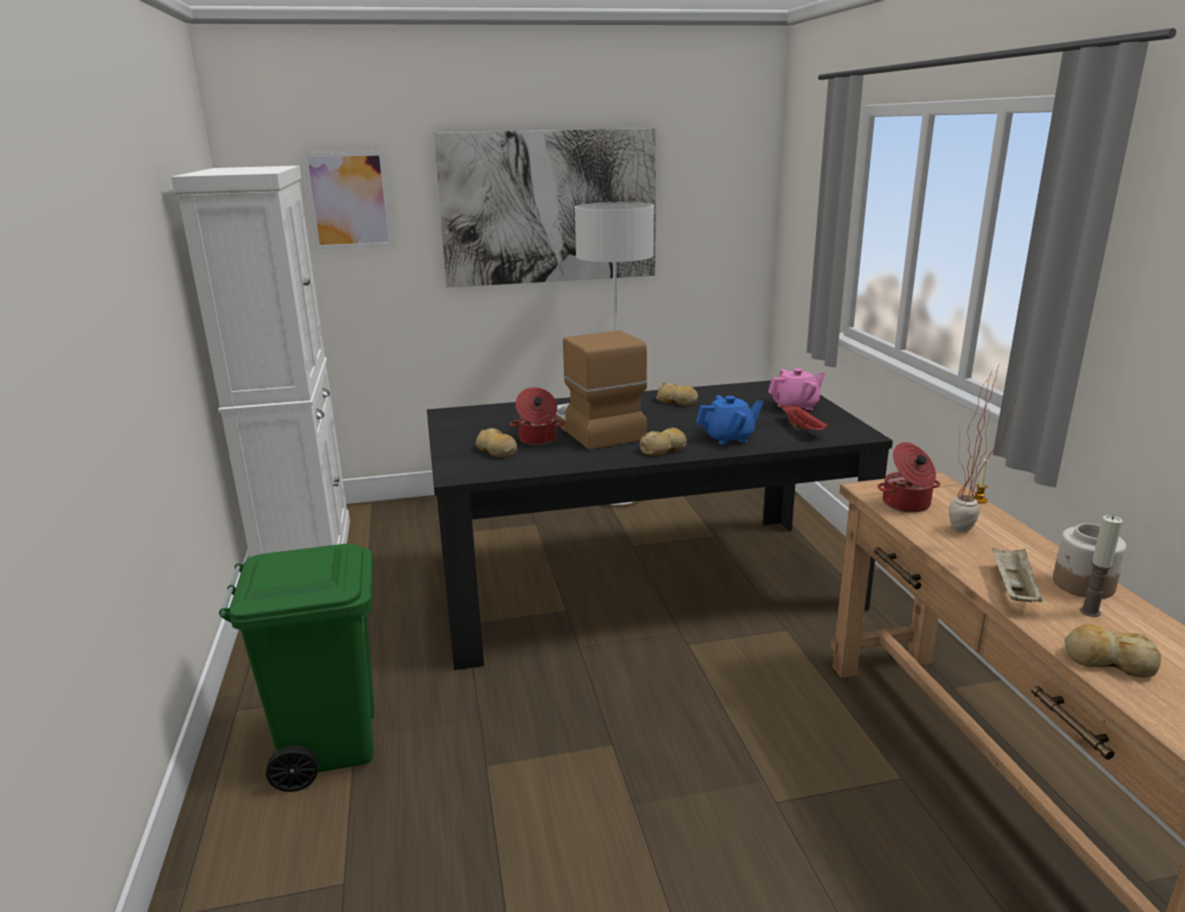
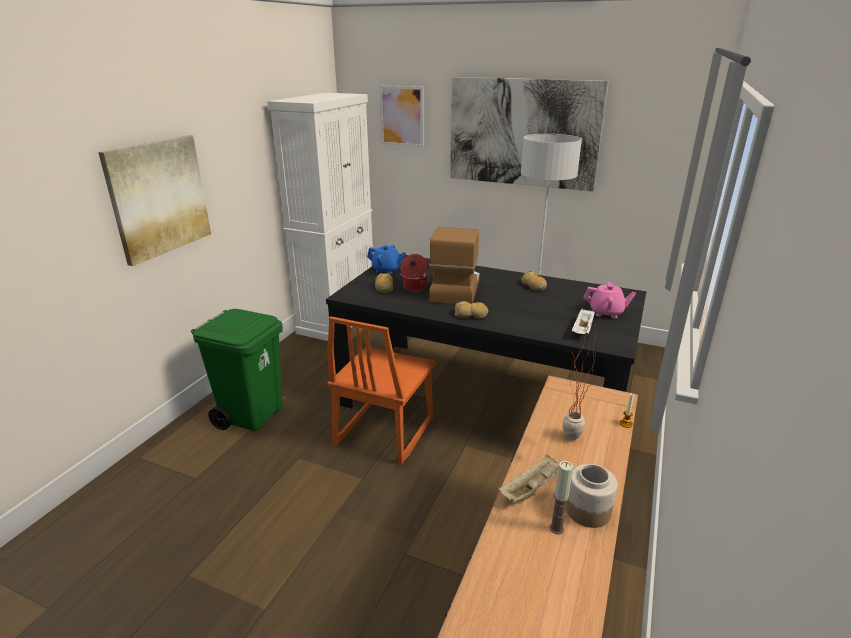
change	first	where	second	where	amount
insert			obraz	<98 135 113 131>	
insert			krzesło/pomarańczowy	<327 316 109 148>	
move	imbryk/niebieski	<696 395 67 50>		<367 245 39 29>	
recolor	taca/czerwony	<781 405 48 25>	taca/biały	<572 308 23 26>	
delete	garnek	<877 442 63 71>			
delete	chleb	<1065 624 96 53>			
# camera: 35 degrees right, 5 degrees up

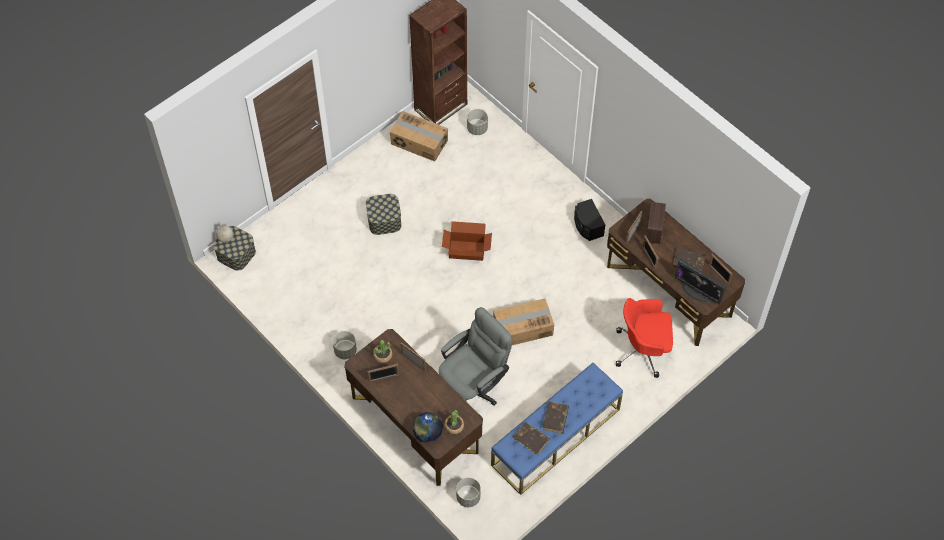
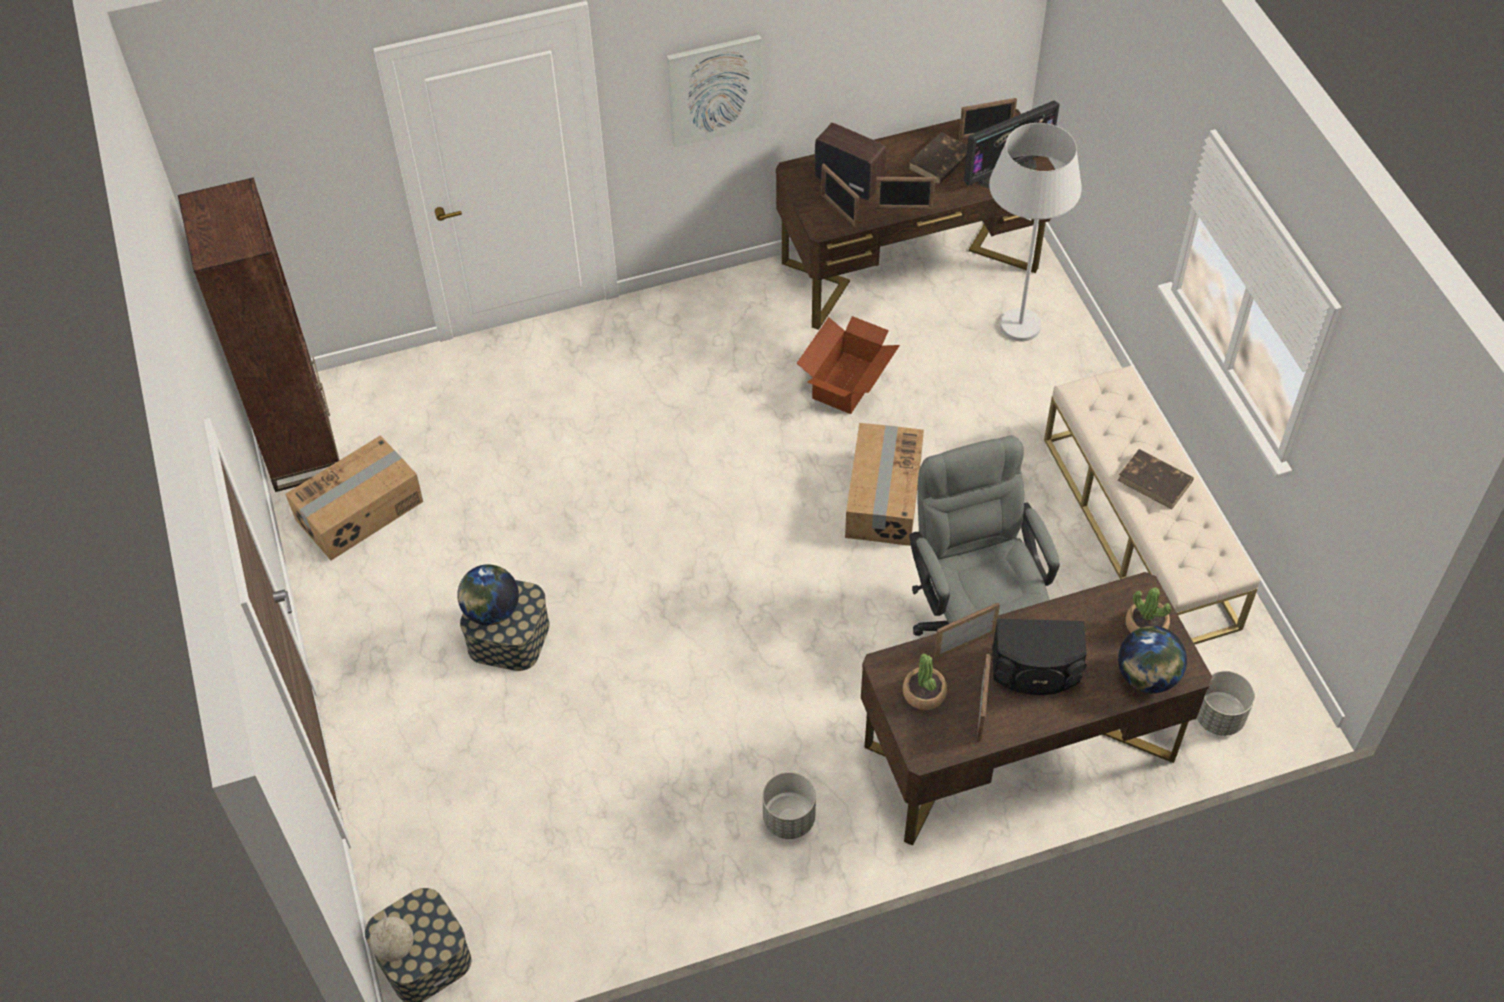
change	first	where	second	where	amount
insert			globus	<457 565 62 60>	
insert			obraz	<667 35 96 112>	
move	karton	<442 221 50 40>		<797 316 103 98>	
replace	krzesło biurowe/czerwony	<616 298 57 80>	lampa stojąca/biały	<989 123 93 219>	
move	głośnik/czarny	<574 199 31 42>		<992 618 95 77>	
recolor	ławka/niebieski	<491 363 132 132>	ławka/beżowy	<1044 365 216 280>	
delete	donica/szary	<467 109 21 26>			
delete	książka/brązowy	<513 422 37 33>			
# camera: 65 degrees left, 5 degrees down

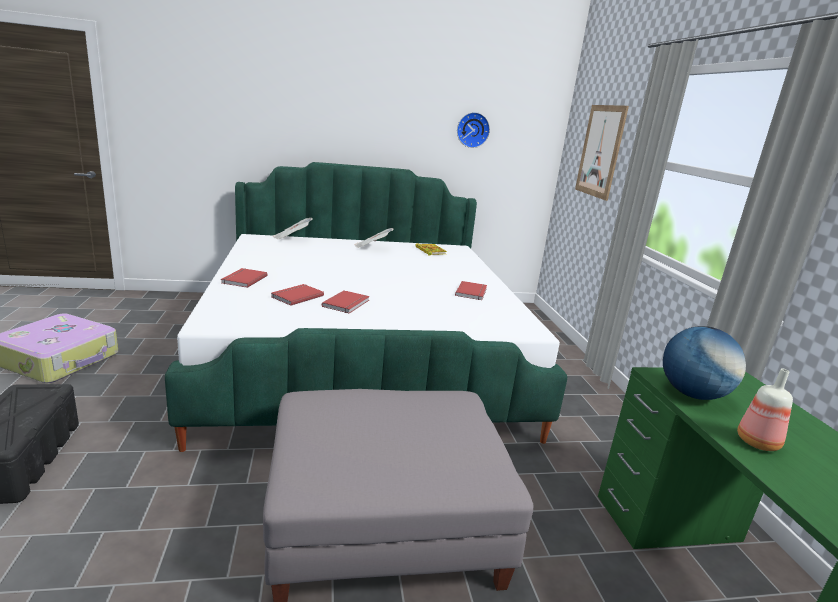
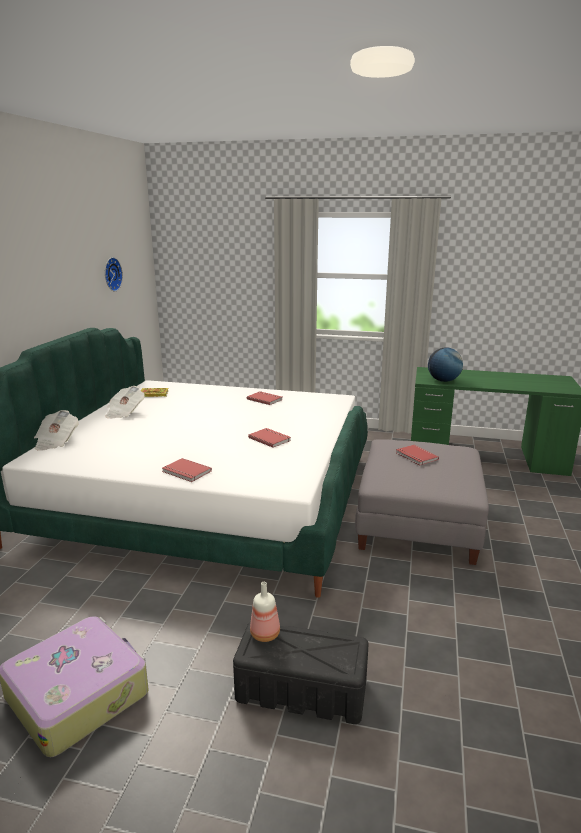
change	first	where	second	where	amount
move	butelka	<737 368 56 83>		<250 582 30 60>	
move	książka/czerwony	<271 284 53 22>		<396 445 43 20>	
delete	obraz	<575 105 54 96>			
# camera: 65 degrees left, 0 degrees up

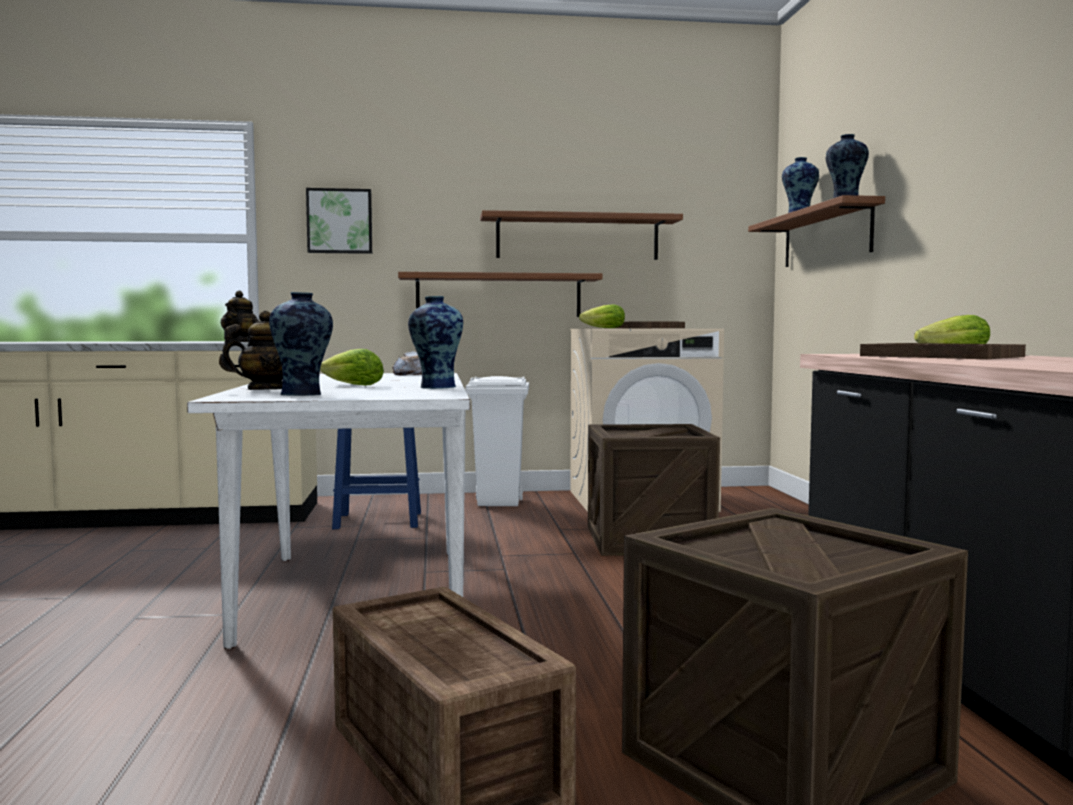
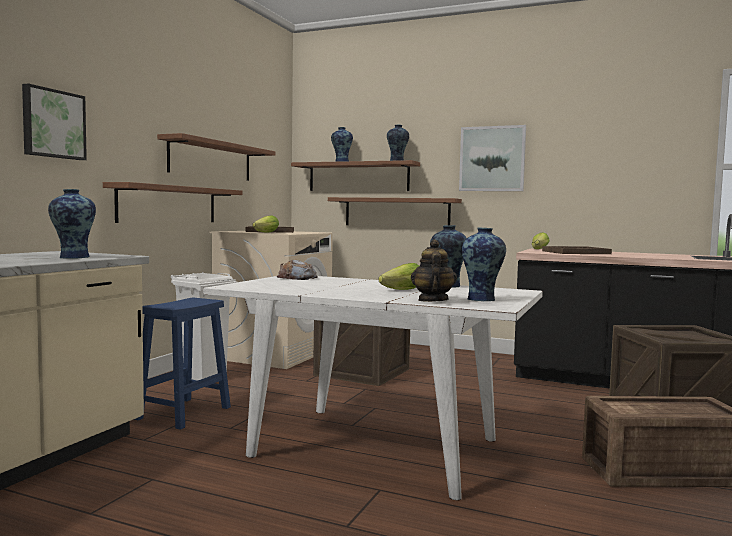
change	first	where	second	where	amount
replace	imbryk	<221 291 38 51>	wazon	<48 189 48 70>	
insert			półka	<328 197 134 28>	
insert			obraz	<459 125 67 66>	
# camera: 60 degrees left, 0 degrees up

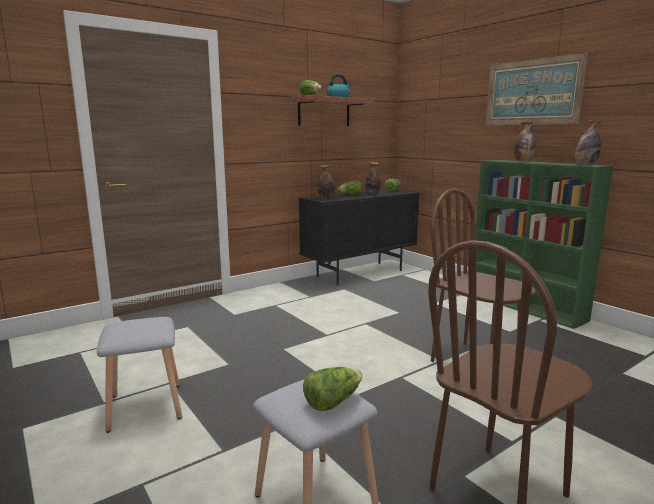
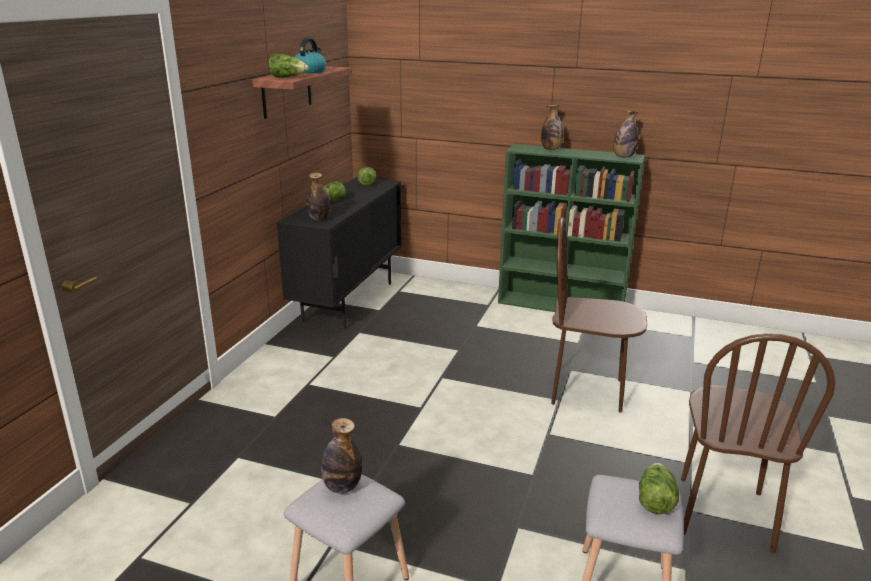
change	first	where	second	where	amount
move	butelka	<365 162 16 32>		<321 418 41 76>	
delete	obraz	<486 53 102 72>			
# camera: 35 degrees left, 10 degrees up

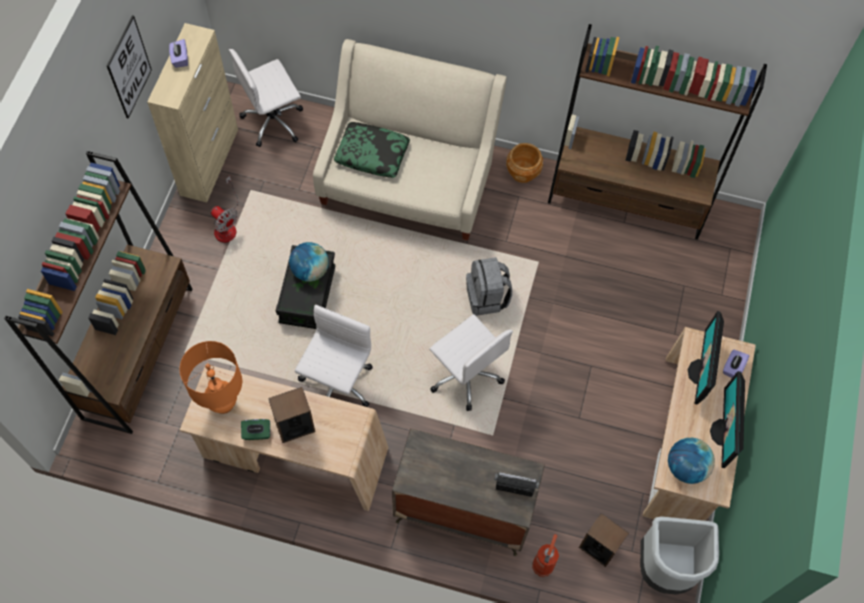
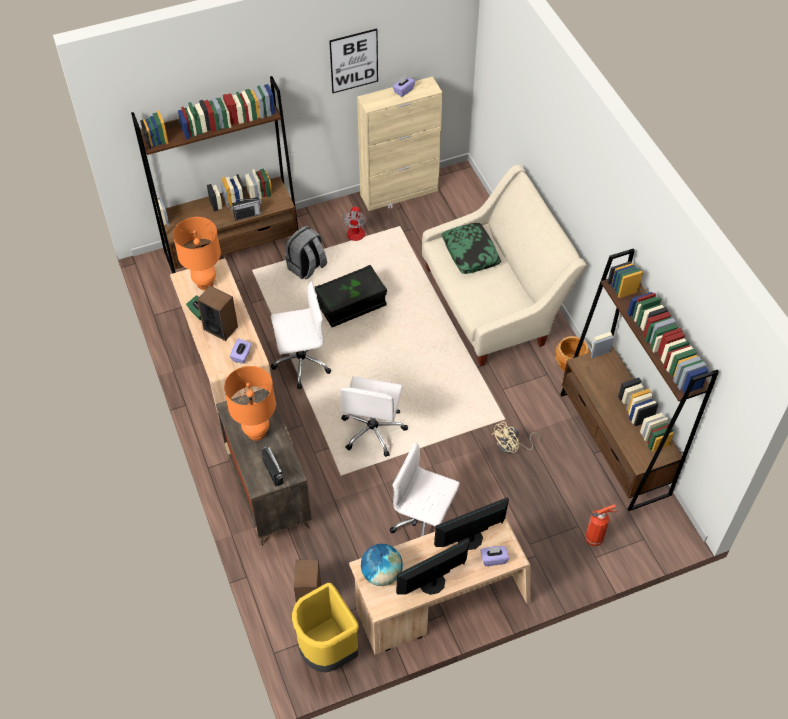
change	first	where	second	where	amount
insert			lampa stołowa/pomarańczowy	<224 366 52 75>	
insert			pudełko chusteczek/fioletowy	<230 338 21 26>	
insert			radio	<231 197 31 24>	
move	plecak/szary	<466 257 46 59>		<285 226 42 53>	
recolor	kosz na śmieci/szary	<640 516 79 79>	kosz na śmieci/żółty	<292 583 67 90>	
move	krzesło biurowe/biały	<229 49 74 98>		<390 442 70 95>	
insert			wentylator/beżowy	<492 422 48 32>	
move	gaśnica	<532 534 27 43>		<585 504 33 42>	
delete	globus	<289 242 40 40>			
# camera: 55 degrees right, 10 degrees down

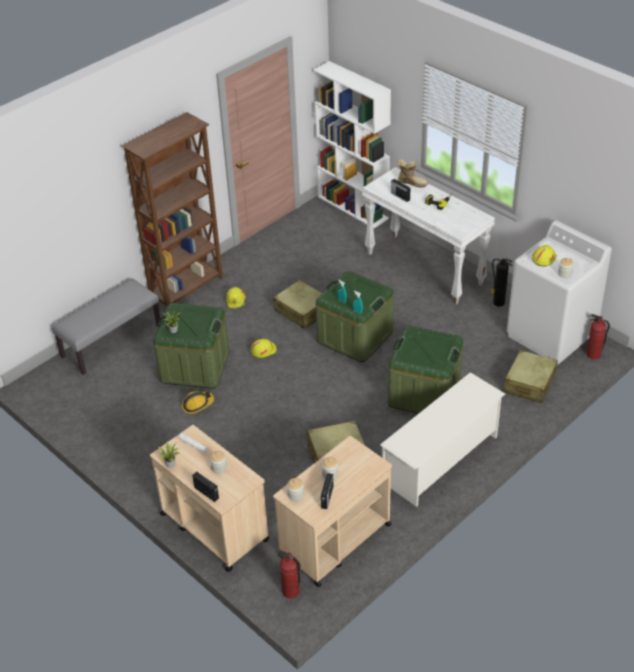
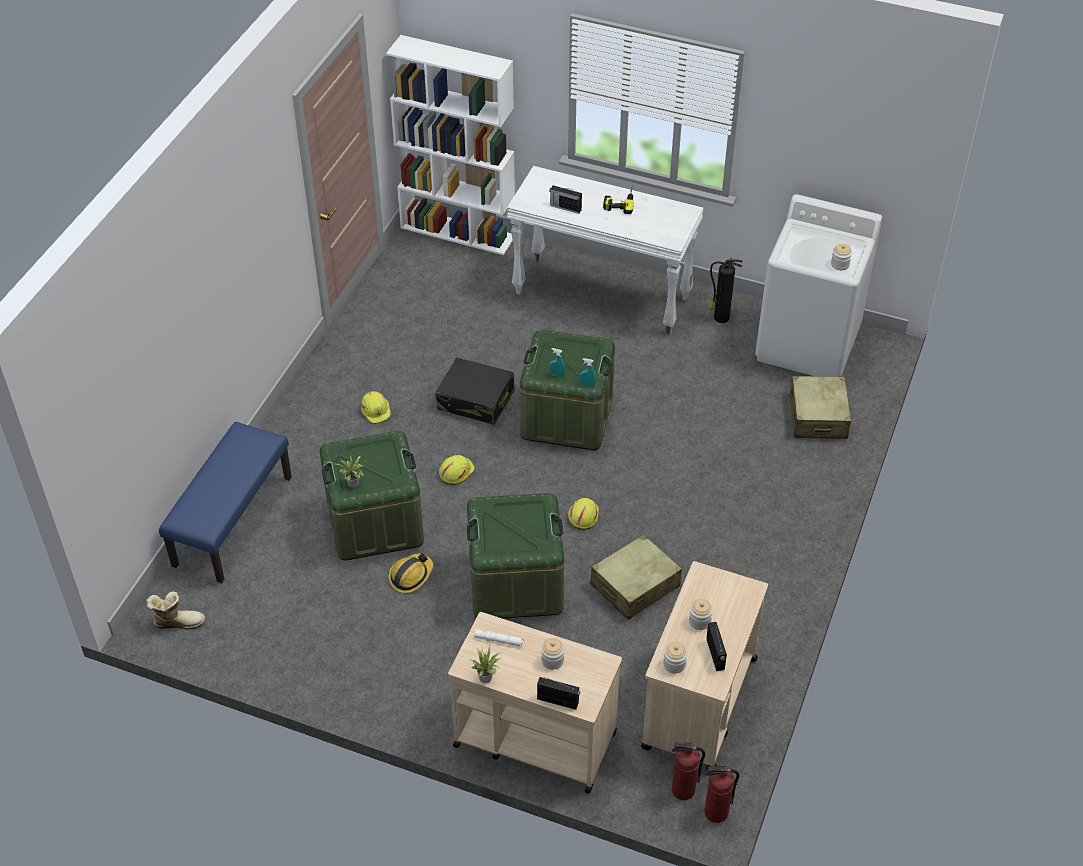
change	first	where	second	where	amount
move	but z cholewką	<397 159 32 29>		<146 592 59 38>	
recolor	ławka/szary	<52 279 109 96>	ławka/niebieski	<159 422 133 161>	
recolor	walizka/beżowy	<273 280 49 49>	walizka/czarny	<435 357 80 68>	
move	pojemnik do przechowywania/zielony	<388 326 75 88>		<467 493 97 126>	
move	kask/żółty	<532 245 25 22>		<568 498 31 32>	
move	gaśnica	<586 314 24 45>		<704 764 35 59>	
delete	regał/brązowy	<122 112 101 196>			
delete	regał na buty/biały	<380 372 125 135>			
# camera: 25 degrees left, 5 degrees up

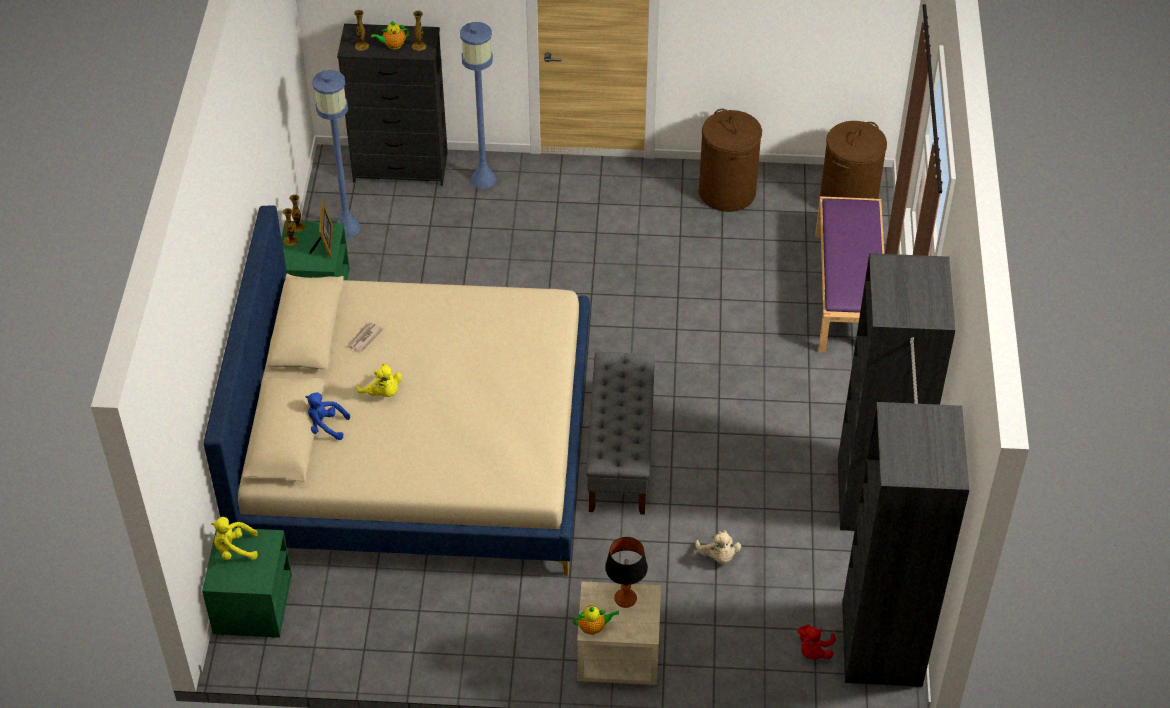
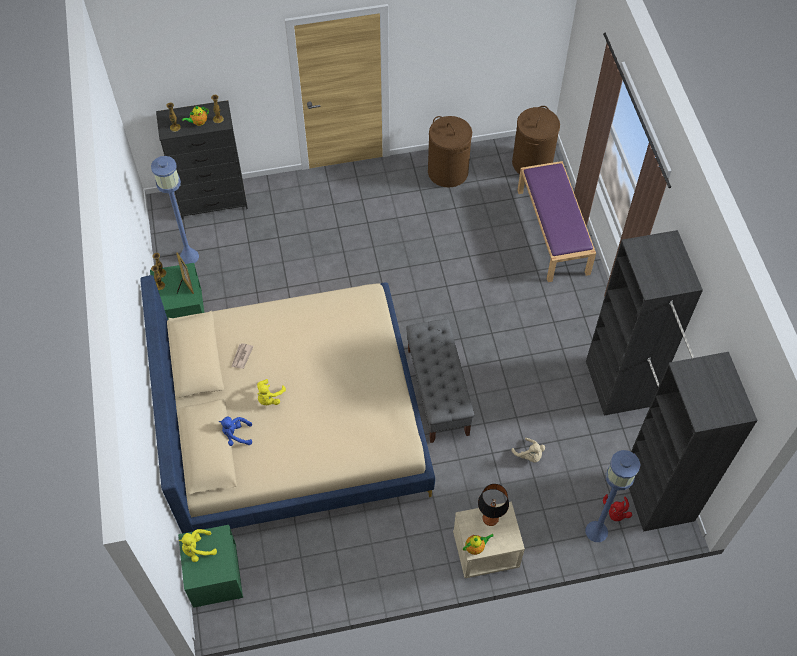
change	first	where	second	where	amount
rotate	pluszak/żółty	<357 363 45 34>		<257 379 29 26>	90 degrees clockwise
move	lampa stojąca/niebieski	<460 22 37 167>		<585 450 55 92>	
# camera: 15 degrees left, 10 degrees up

